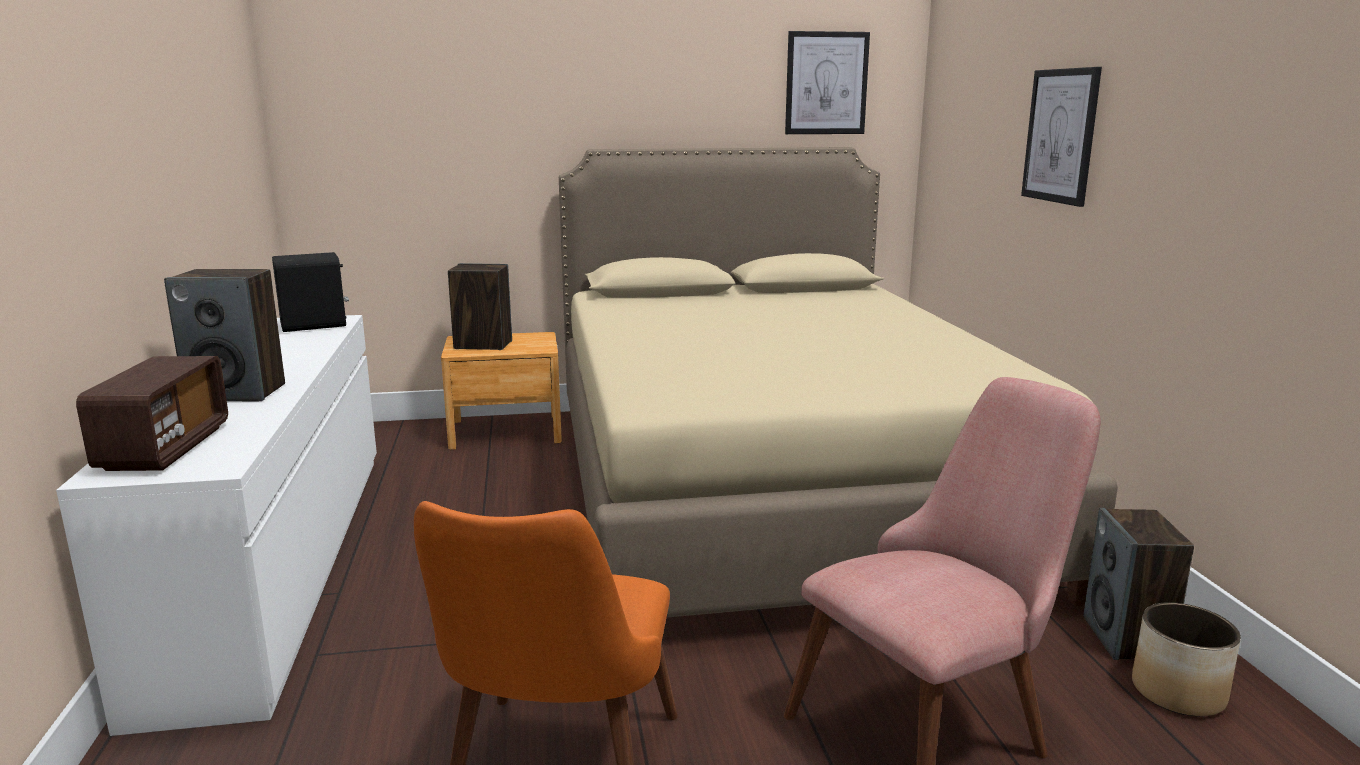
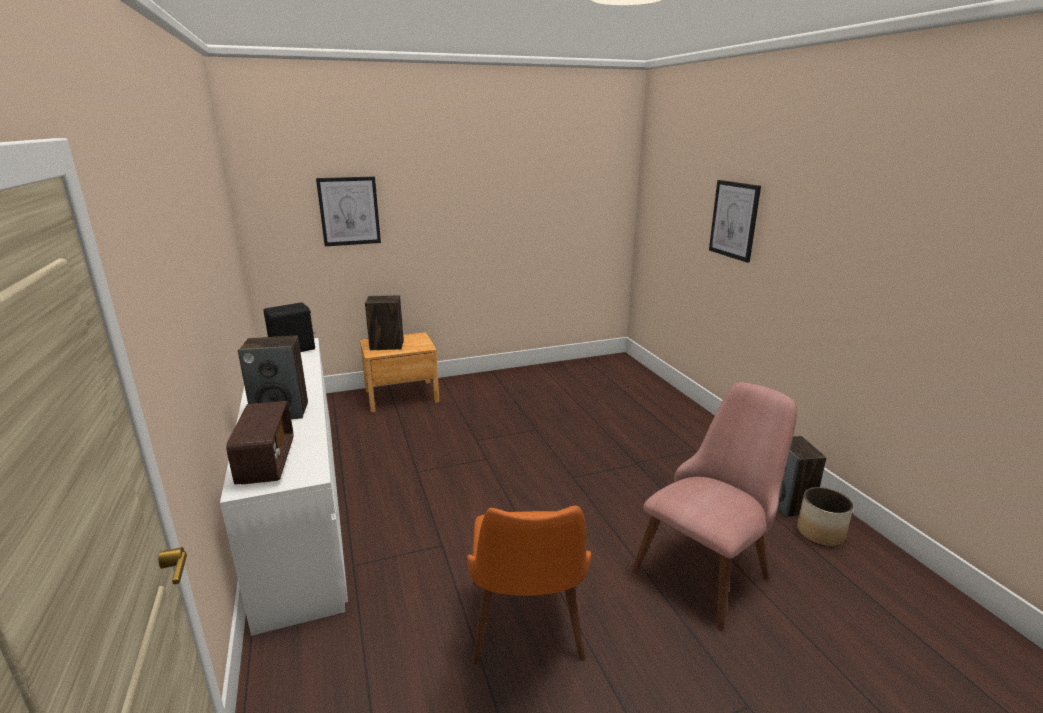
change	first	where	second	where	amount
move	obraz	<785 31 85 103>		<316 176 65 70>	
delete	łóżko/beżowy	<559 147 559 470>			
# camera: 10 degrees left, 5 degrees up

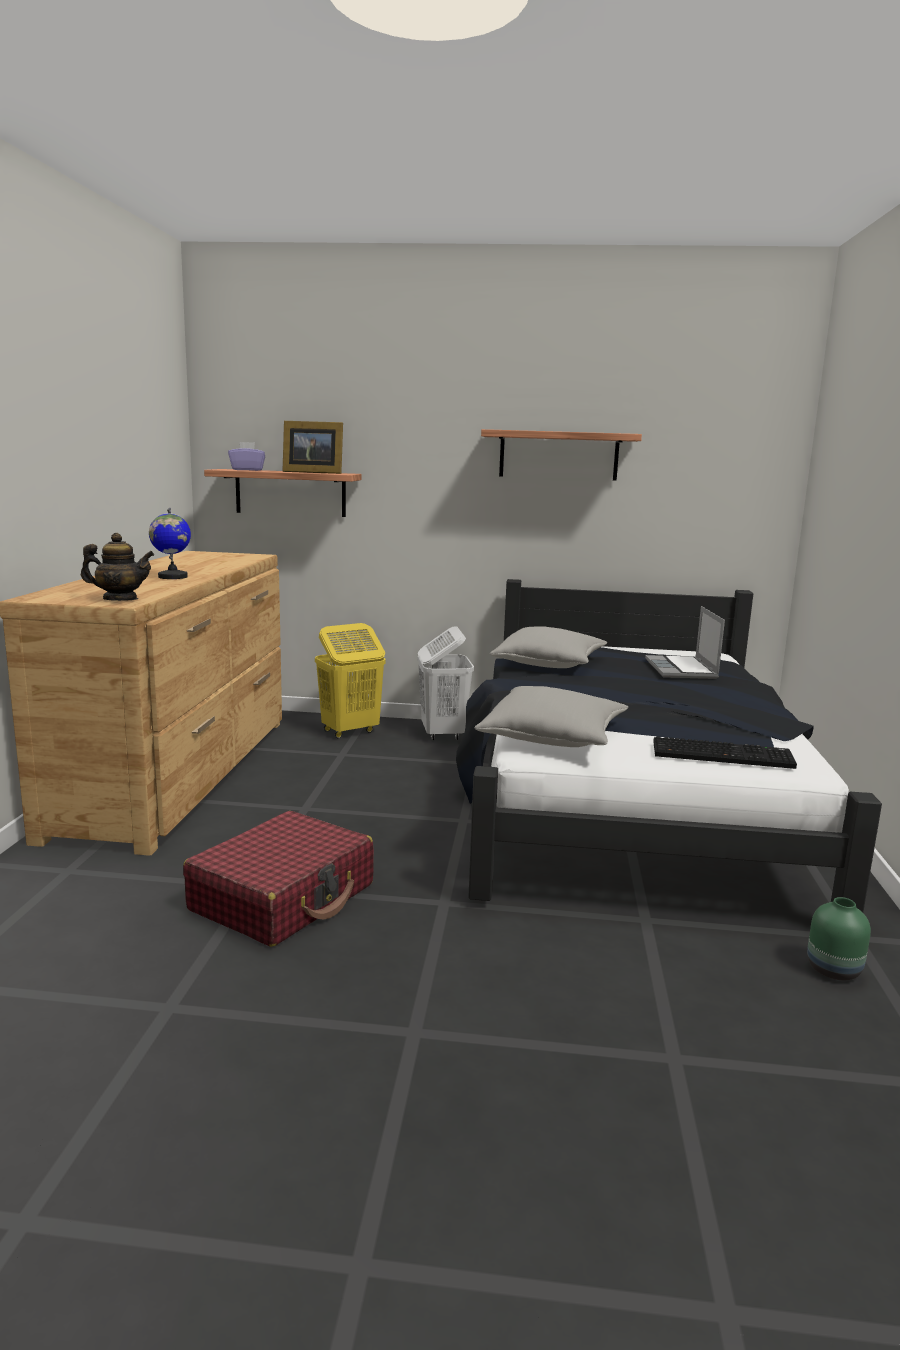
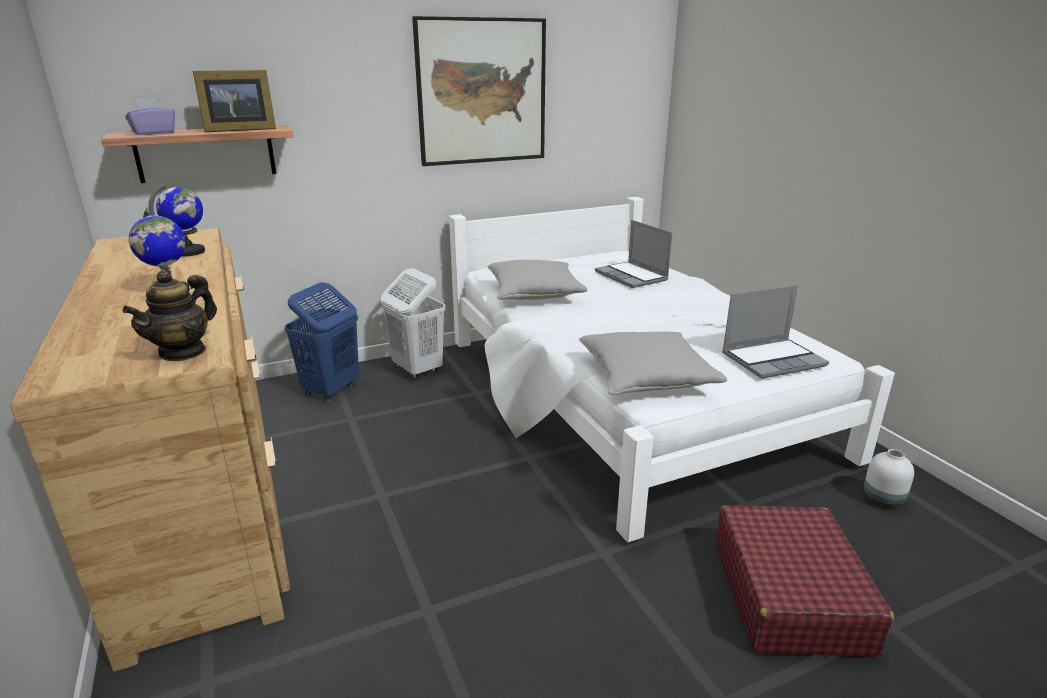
change	first	where	second	where	amount
rotate	imbryk	<81 533 73 68>		<122 270 95 91>	150 degrees clockwise
insert			globus	<148 183 57 74>	
recolor	kosz na pranie/żółty	<315 623 70 115>	kosz na pranie/niebieski	<285 282 74 120>	
replace	półka	<481 429 161 52>	obraz	<412 16 134 150>	
recolor	łóżko/czarny	<456 579 426 333>	łóżko/biały	<449 197 446 345>	
move	walizka/czerwony	<183 811 191 136>		<716 505 178 152>	
replace	klawiatura	<653 736 144 33>	laptop	<722 285 107 94>	
recolor	wazon/zielony	<807 897 64 83>	wazon/biały	<864 449 50 59>	
# camera: 30 degrees left, 10 degrees up

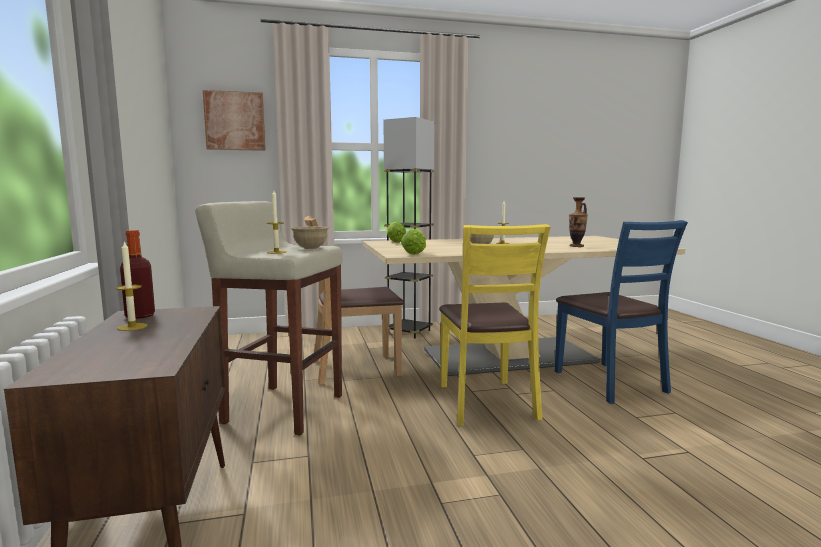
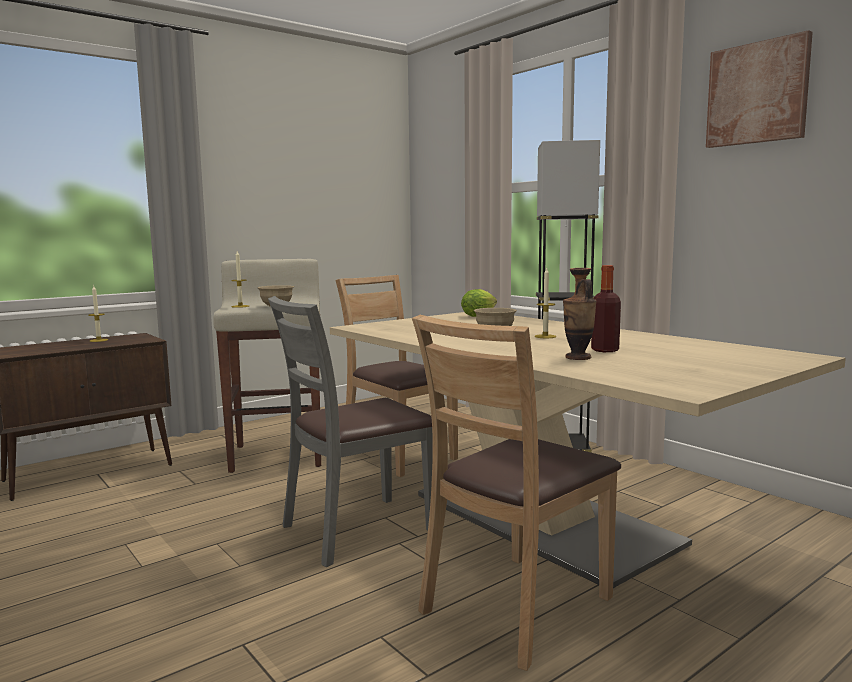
change	first	where	second	where	amount
recolor	krzesło/żółty	<439 224 112 202>	krzesło/szary	<268 296 165 271>	
recolor	krzesło/niebieski	<555 220 133 184>	krzesło/brązowy	<412 315 209 356>	
move	butelka	<120 230 35 89>		<591 265 30 87>	
move	obraz	<203 90 63 61>		<706 30 107 118>	
delete	sałata	<401 229 25 26>			
# camera: 65 degrees right, 0 degrees up

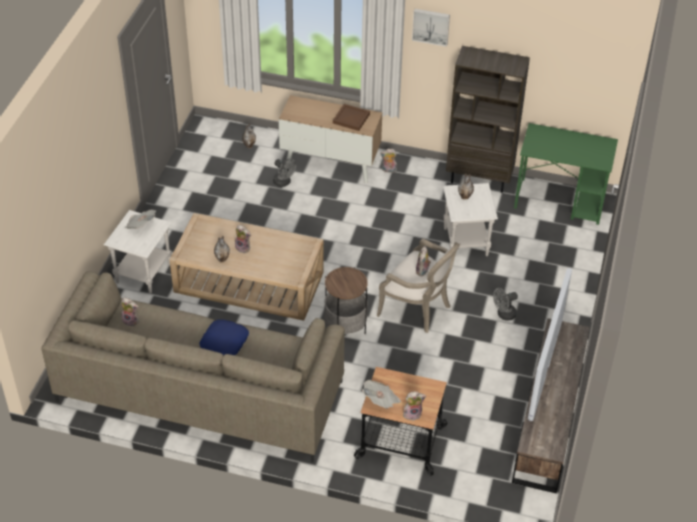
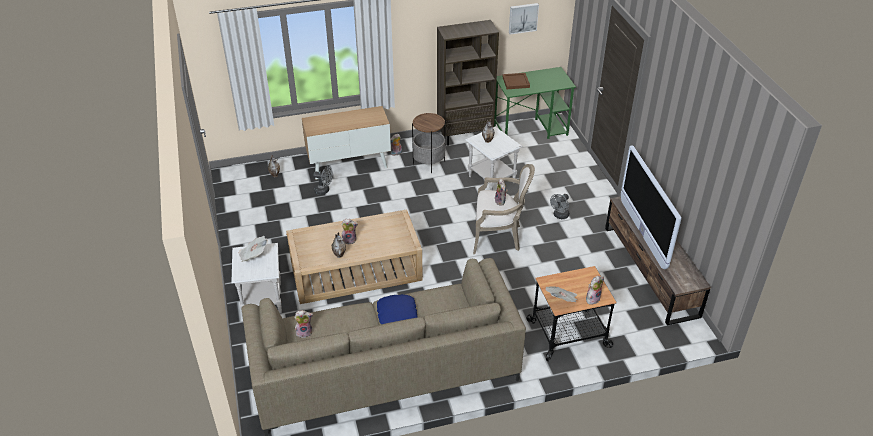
change	first	where	second	where	amount
move	stolik	<324 267 44 67>		<412 113 34 60>	
move	taca/brązowy	<333 104 37 27>		<502 73 28 16>	
move	obraz	<412 9 38 38>		<509 3 30 31>	
# camera: 30 degrees left, 5 degrees down

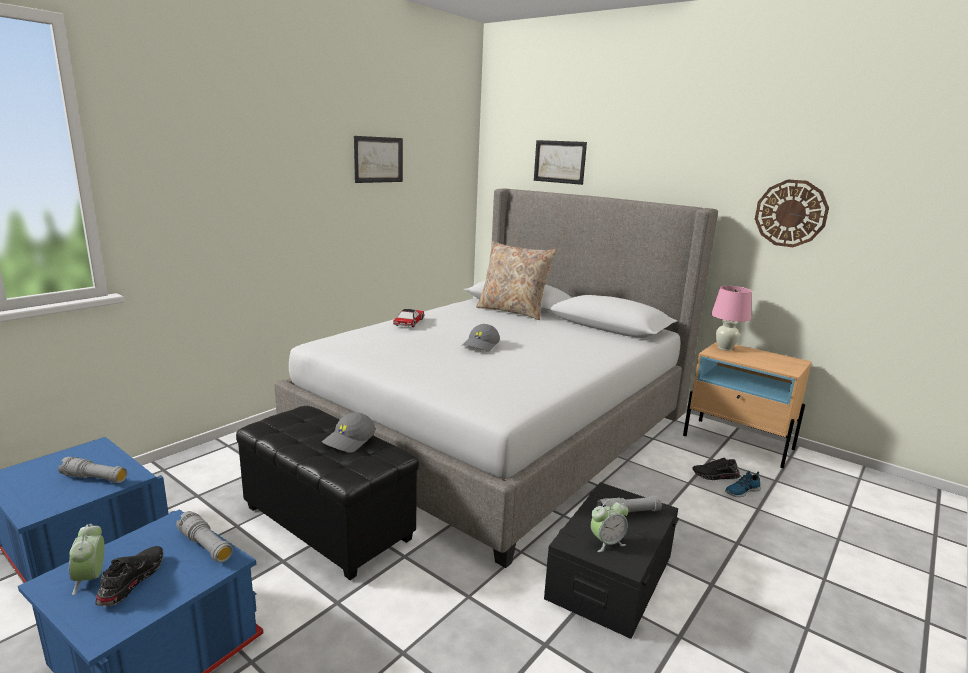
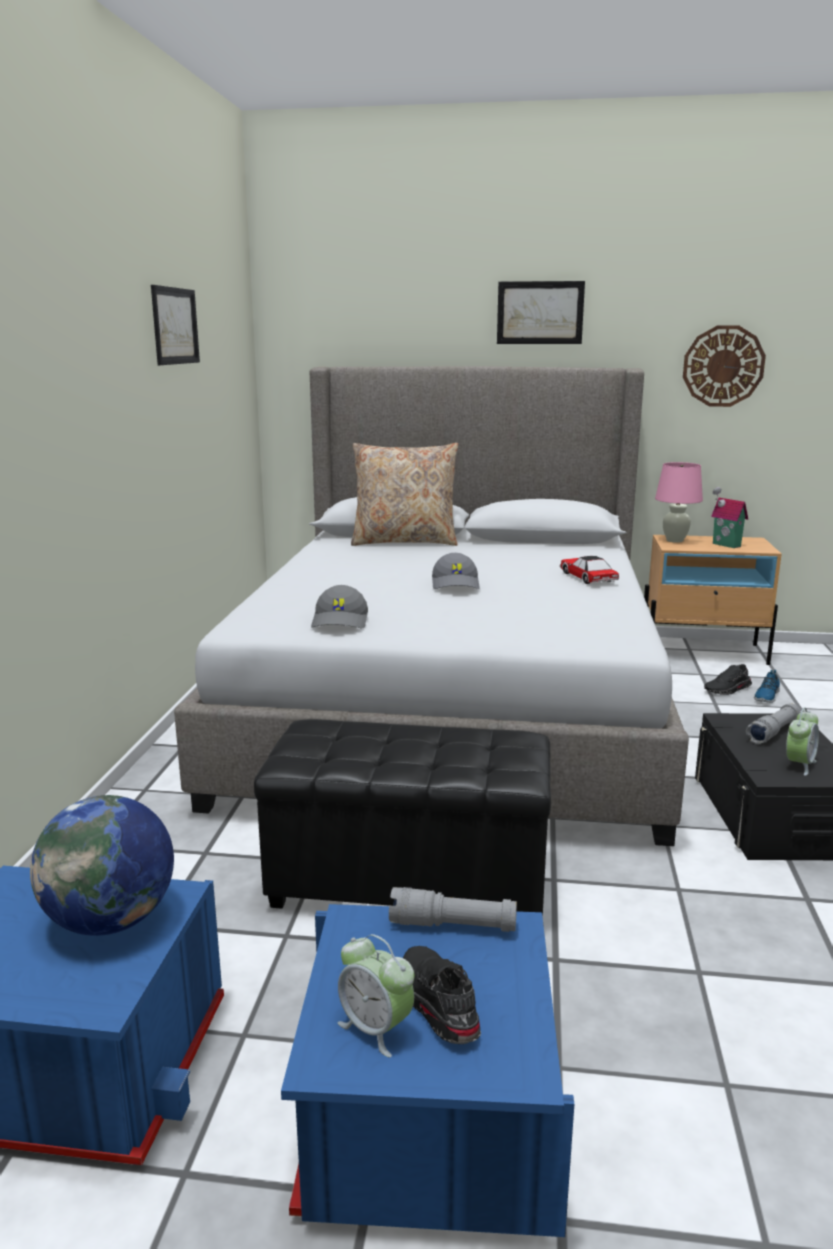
change	first	where	second	where	amount
replace	latarka/szary	<58 457 69 26>	globus	<30 795 144 141>	
move	czapka z daszkiem/szary	<322 412 53 41>		<311 585 57 43>	
move	obraz	<534 140 53 45>		<497 281 88 63>	
move	samochodzik	<393 309 32 18>		<560 556 59 28>	
insert			domek	<711 487 37 61>	
# camera: 30 degrees left, 0 degrees up

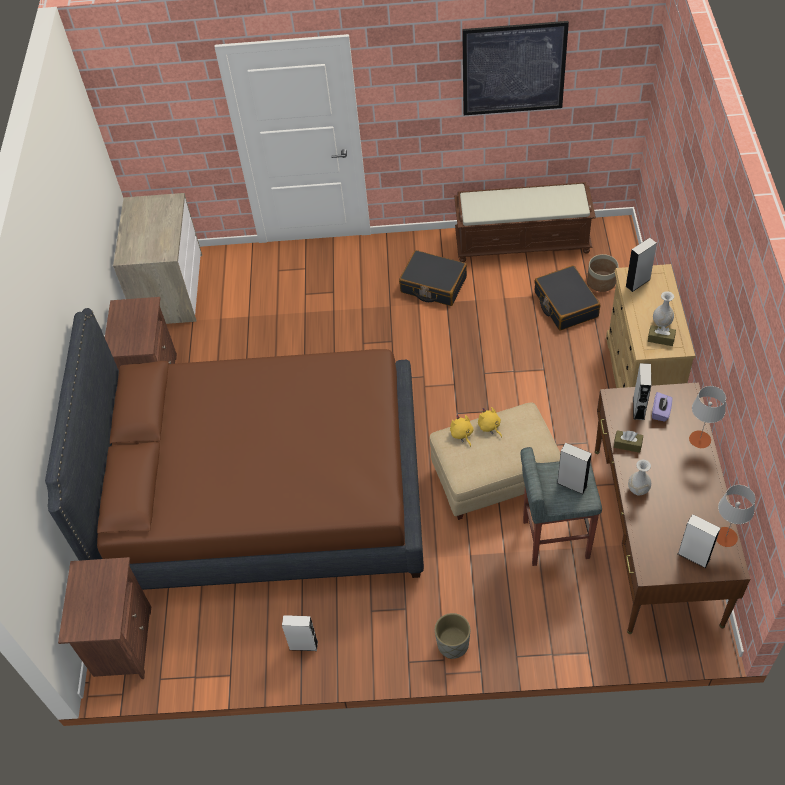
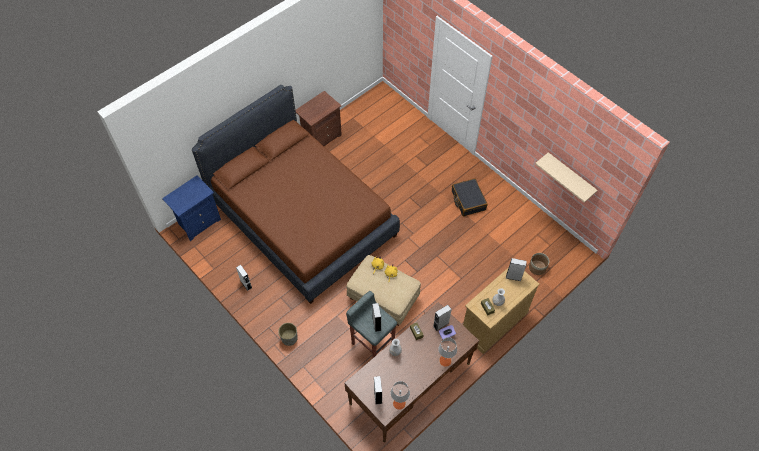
change	first	where	second	where	amount
recolor	szafka nocna/brązowy	<58 557 93 122>	szafka nocna/niebieski	<162 175 59 66>	
insert			półka/beżowy	<535 152 63 51>	
delete	komoda	<113 193 89 131>			
delete	ławka/brązowy	<454 182 142 80>			
delete	obraz	<462 21 107 94>			
delete	walizka/czarny	<534 265 66 66>			
# camera: 45 degrees right, 5 degrees up

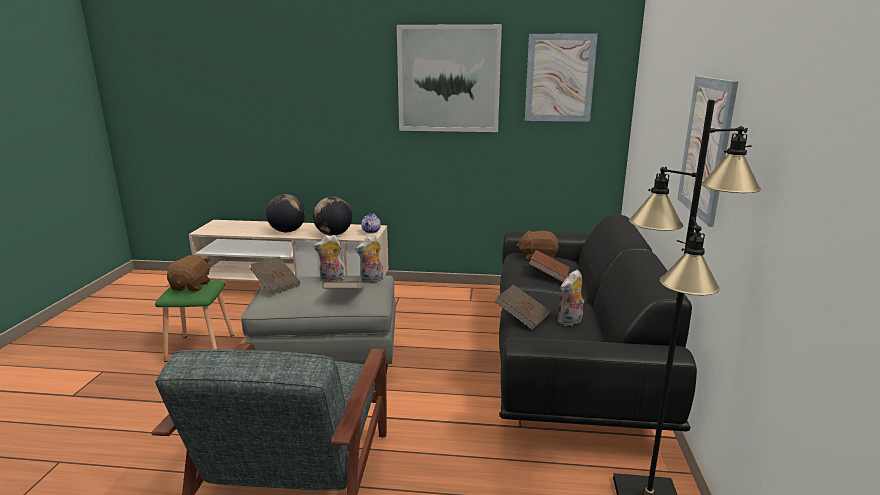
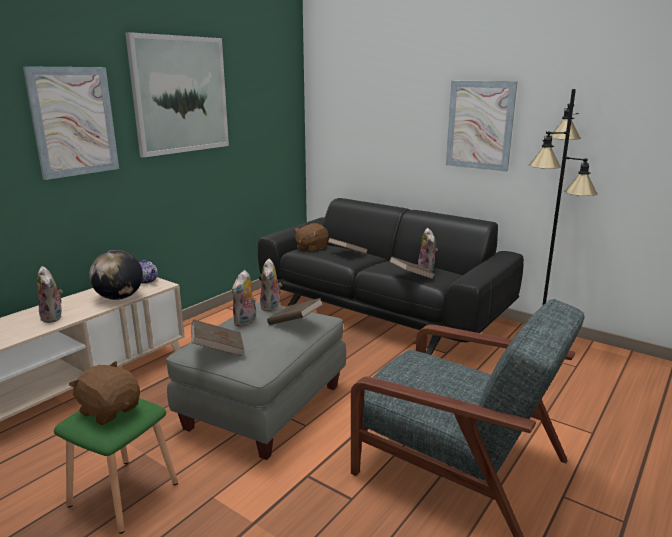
change	first	where	second	where	amount
move	obraz	<525 34 73 88>		<23 66 96 114>	
replace	globus	<266 194 40 38>	pluszak	<37 266 26 57>	
# camera: 60 degrees left, 0 degrees up

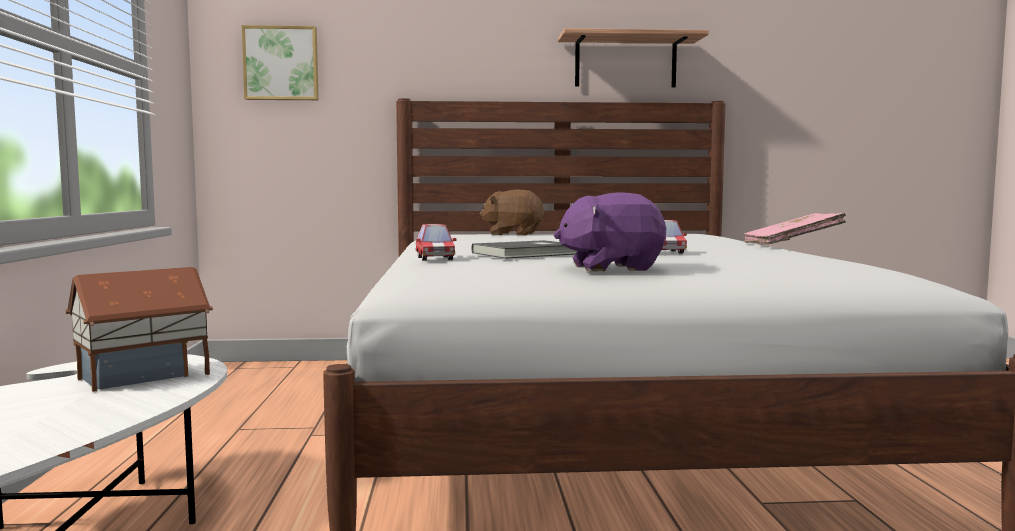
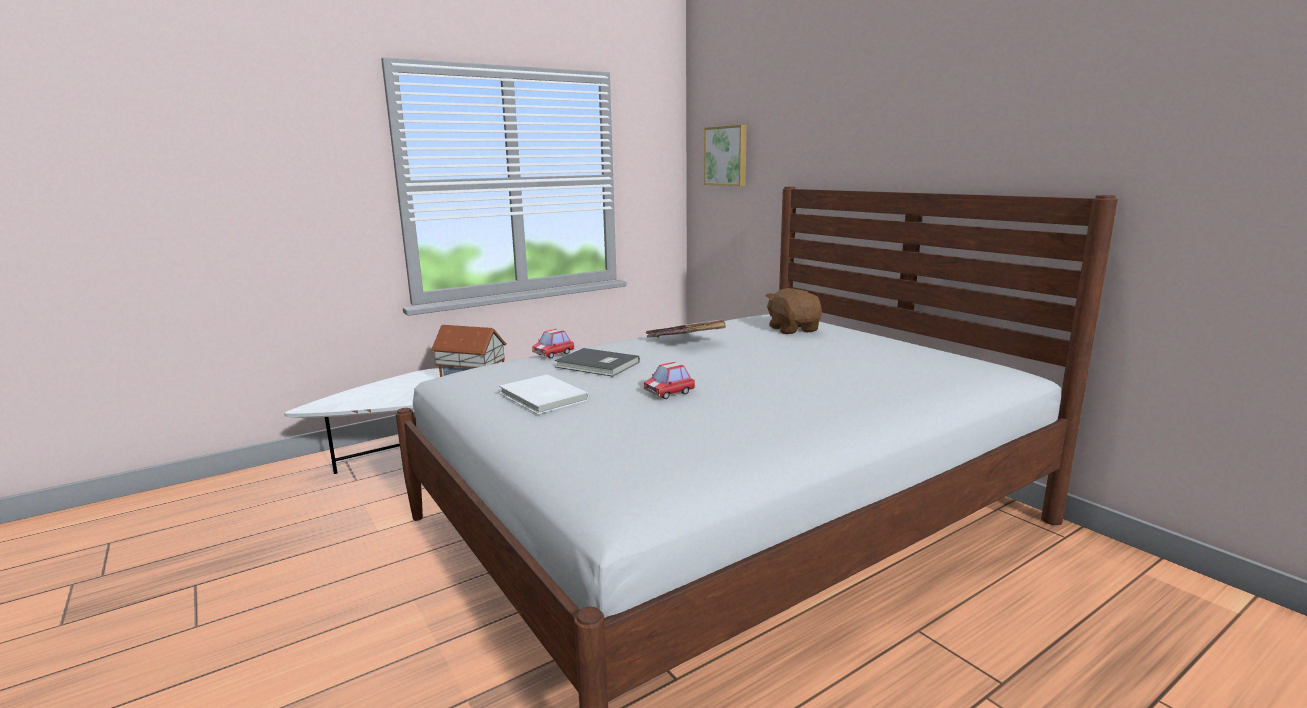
change	first	where	second	where	amount
replace	pluszak/fioletowy	<554 192 112 80>	książka/biały	<499 374 90 40>	
move	książka/różowy	<744 213 102 31>		<646 320 80 18>	
delete	półka	<558 28 151 59>			
# camera: 60 degrees right, 10 degrees up

